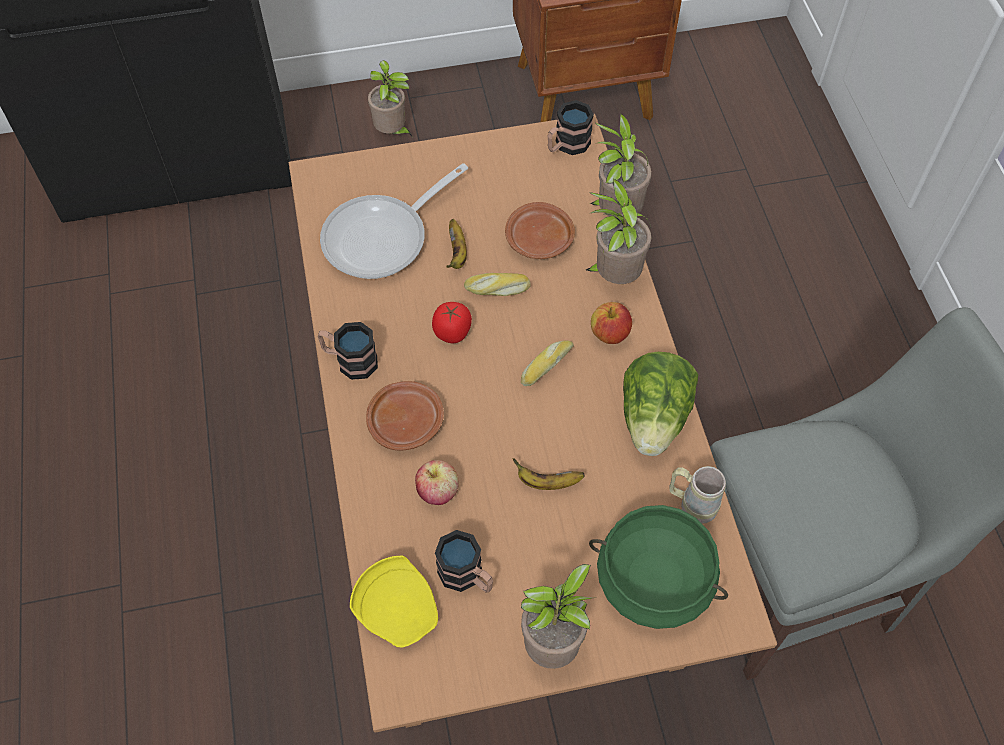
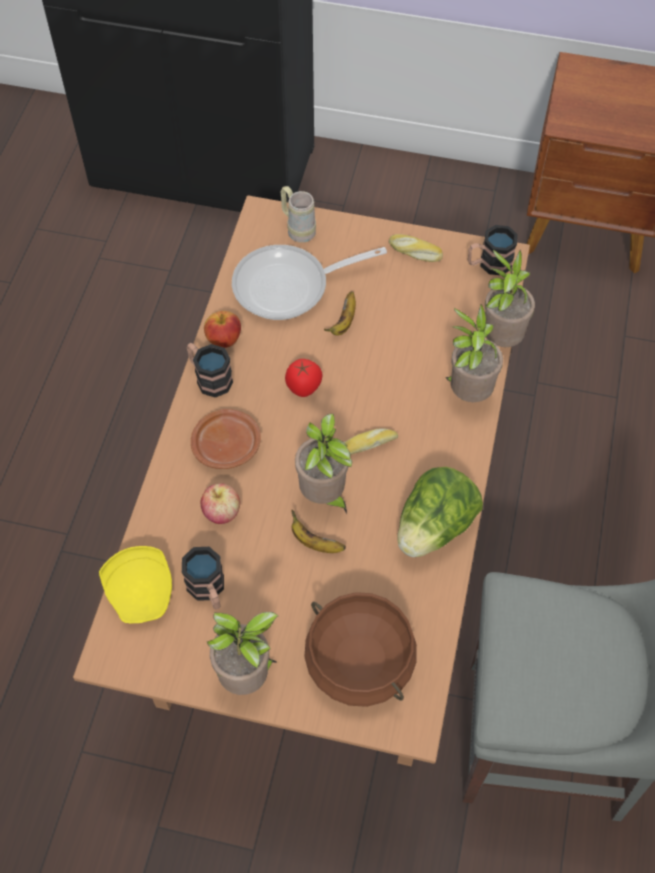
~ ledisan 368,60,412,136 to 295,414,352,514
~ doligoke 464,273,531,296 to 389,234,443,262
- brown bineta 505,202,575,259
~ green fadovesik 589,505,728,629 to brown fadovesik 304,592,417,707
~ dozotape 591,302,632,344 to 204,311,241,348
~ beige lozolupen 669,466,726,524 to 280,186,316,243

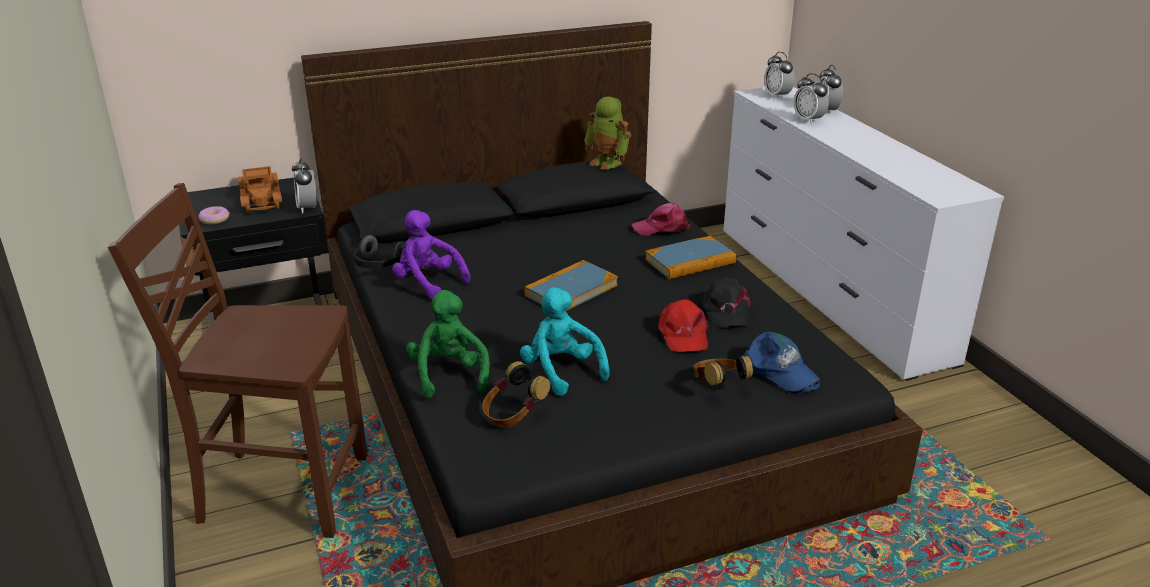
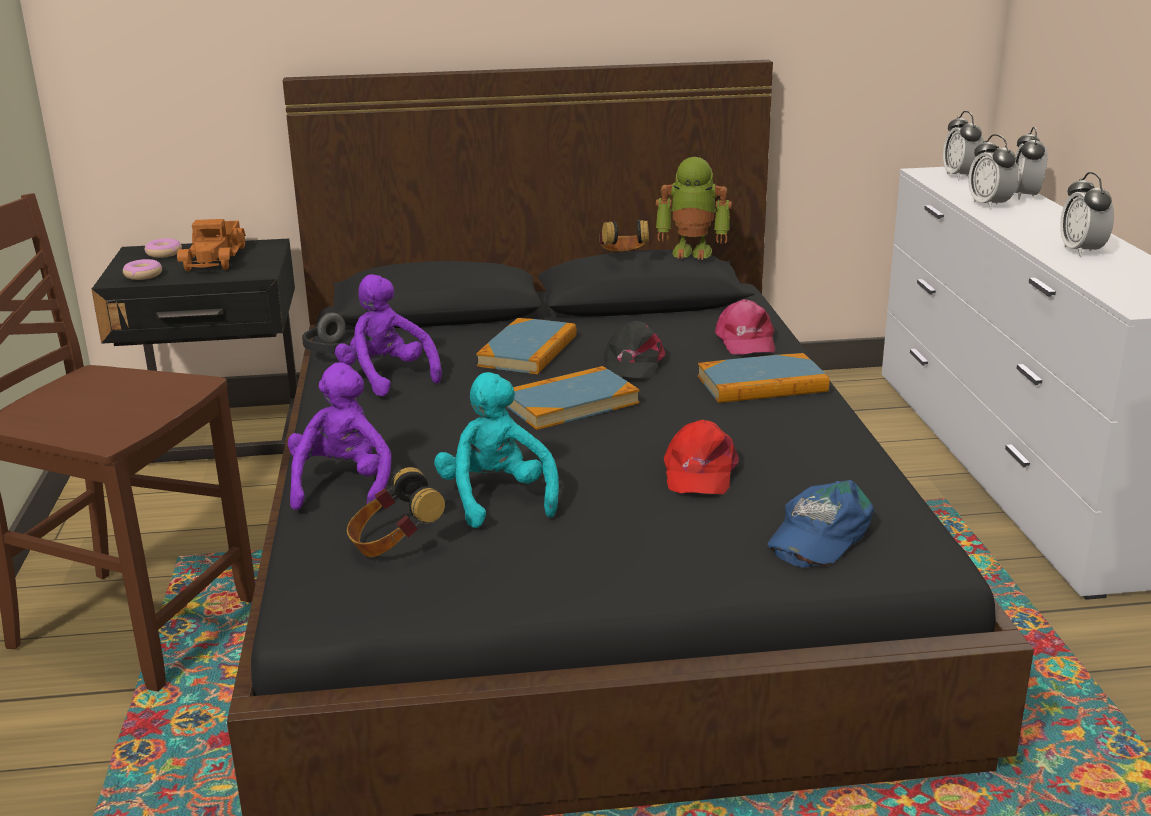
~ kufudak 292,157,317,214 to 1060,172,1114,257
~ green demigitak 406,290,490,398 to purple demigitak 288,362,392,510
~ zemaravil 584,97,631,170 = 656,157,732,260 45 degrees counterclockwise
~ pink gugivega 632,203,691,236 = 715,299,775,355 105 degrees counterclockwise
~ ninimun 693,355,753,386 to 599,220,649,252
~ black gugivega 702,277,751,327 to 604,321,666,379
~ blue gugivega 736,332,820,392 = 767,480,874,568 60 degrees clockwise
+ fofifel 145,238,182,258
+ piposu 476,318,577,374

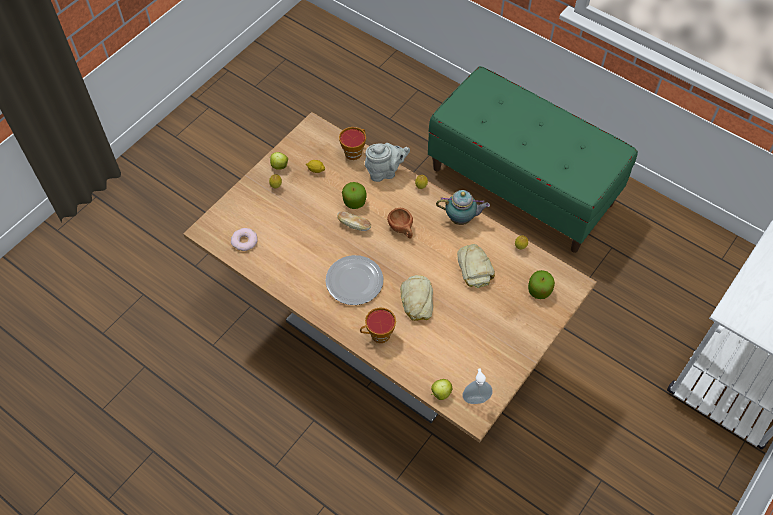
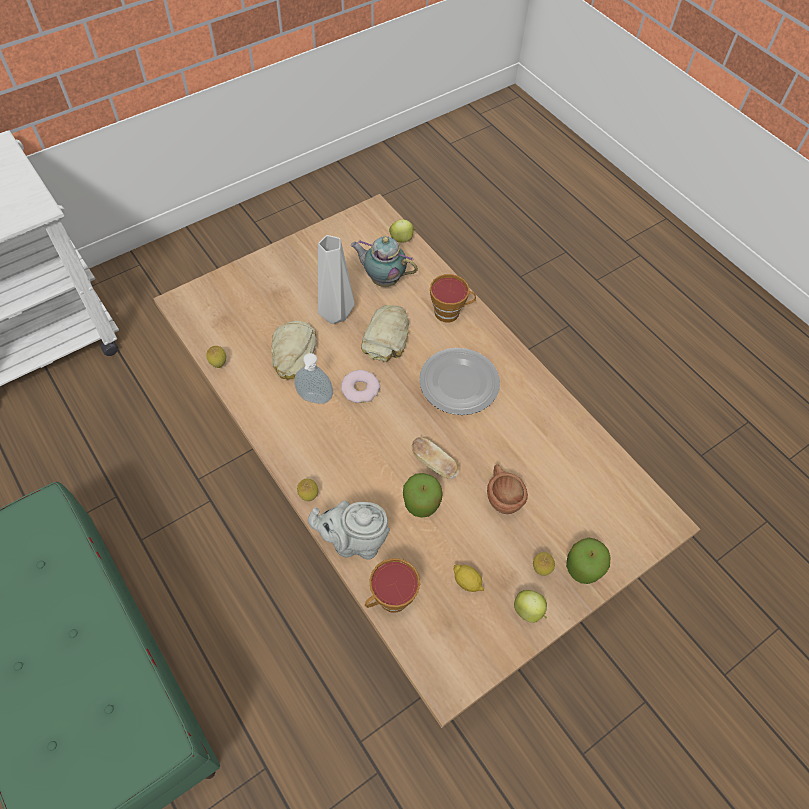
~ fofifel 231,228,258,251 to 341,370,380,403
~ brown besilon 387,208,413,238 to 487,464,528,514
~ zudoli 436,190,490,225 to 351,236,418,287
~ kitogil 462,368,492,404 to 294,353,333,404
~ dozotape 528,270,555,299 to 566,538,610,584
+ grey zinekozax 318,235,355,324

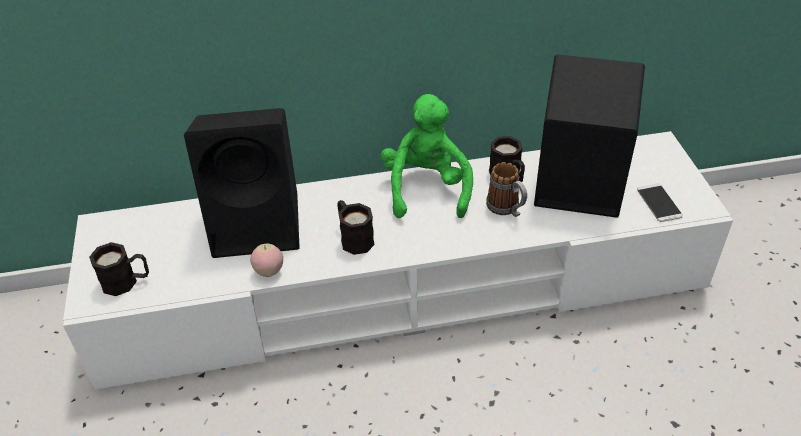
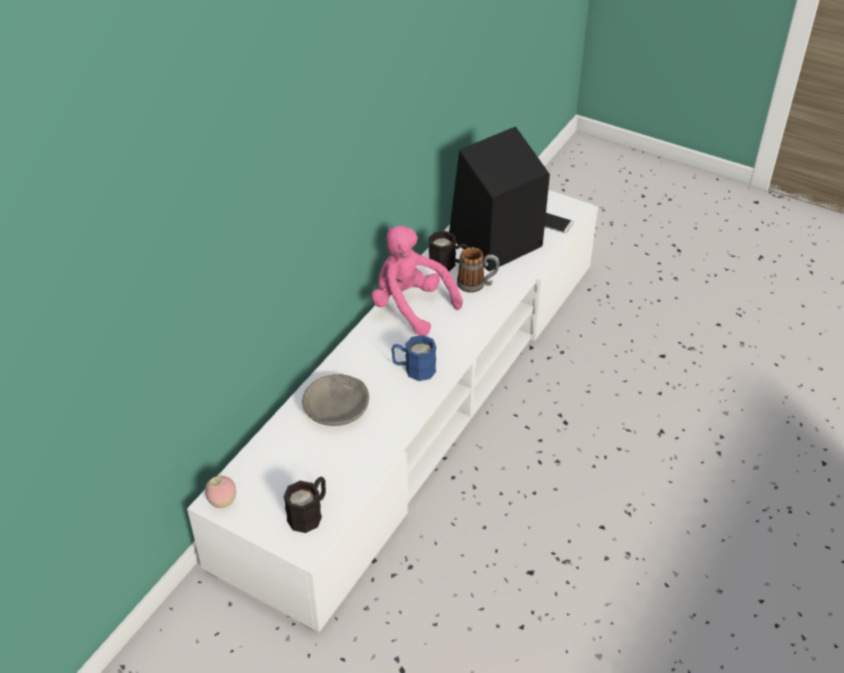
~ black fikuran 184,108,300,258 to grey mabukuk 302,374,369,426
~ dozotape 250,244,283,277 to 205,476,236,508
~ black lozolupen 337,200,375,255 to blue lozolupen 391,335,436,381
~ green demigitak 381,94,473,218 to pink demigitak 371,226,463,336

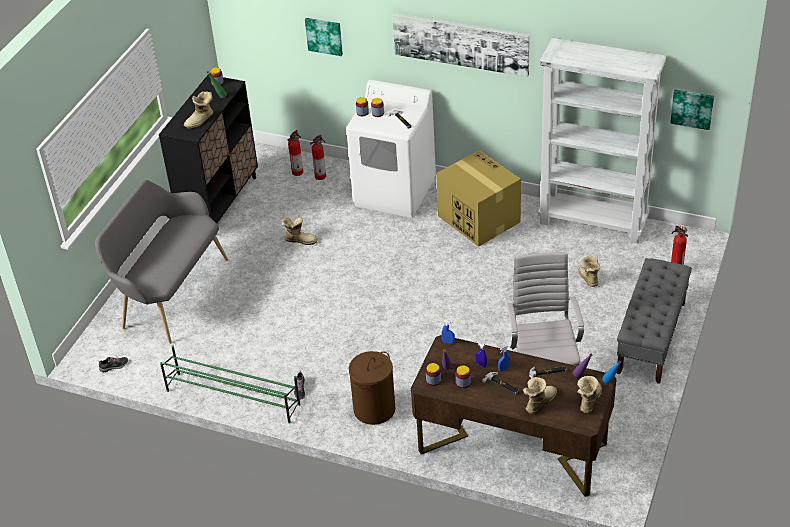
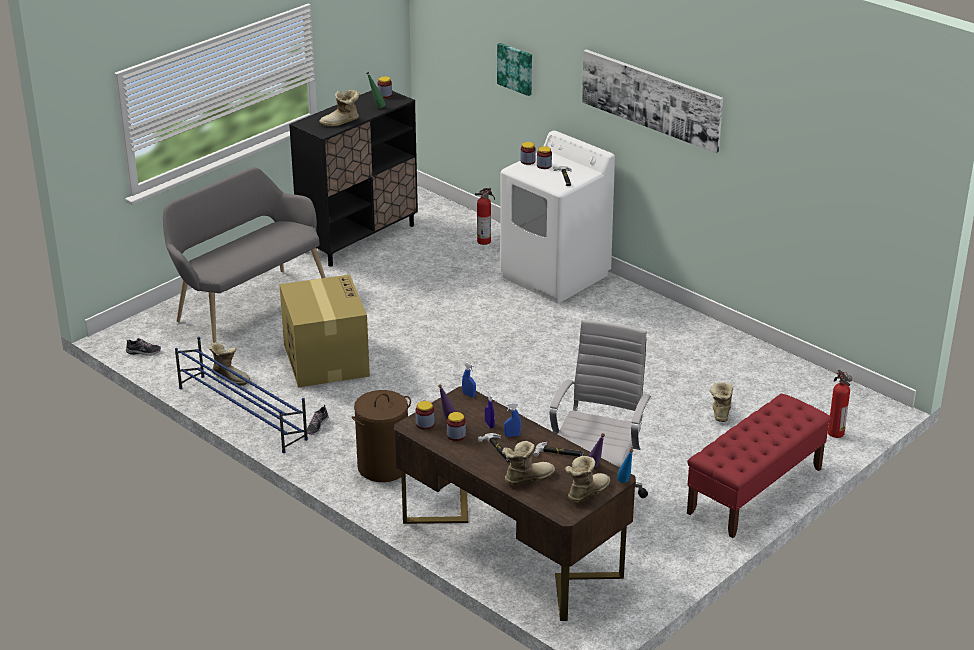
~ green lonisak 160,345,301,423 to blue lonisak 175,337,308,453
~ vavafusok 281,218,318,245 to 209,342,250,386
- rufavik 287,130,303,176
~ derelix 436,150,521,247 to 279,275,370,387
- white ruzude 538,38,666,243
~ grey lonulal 617,258,692,384 to red lonulal 687,394,831,538
- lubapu 670,89,714,130

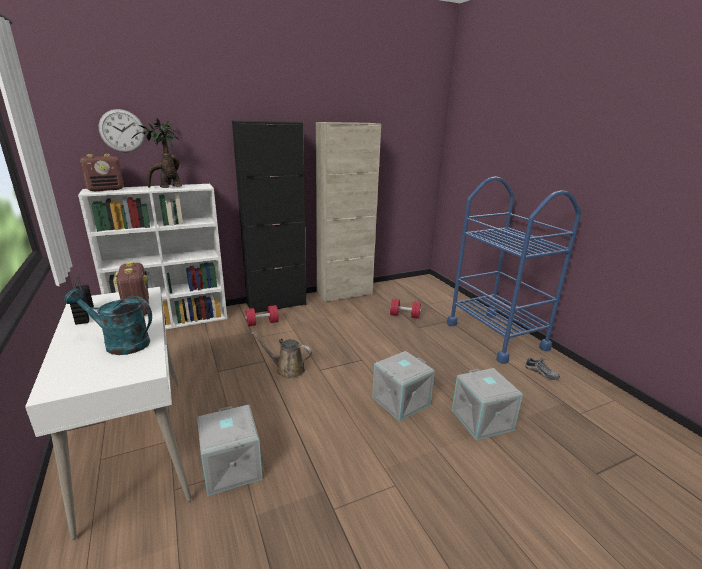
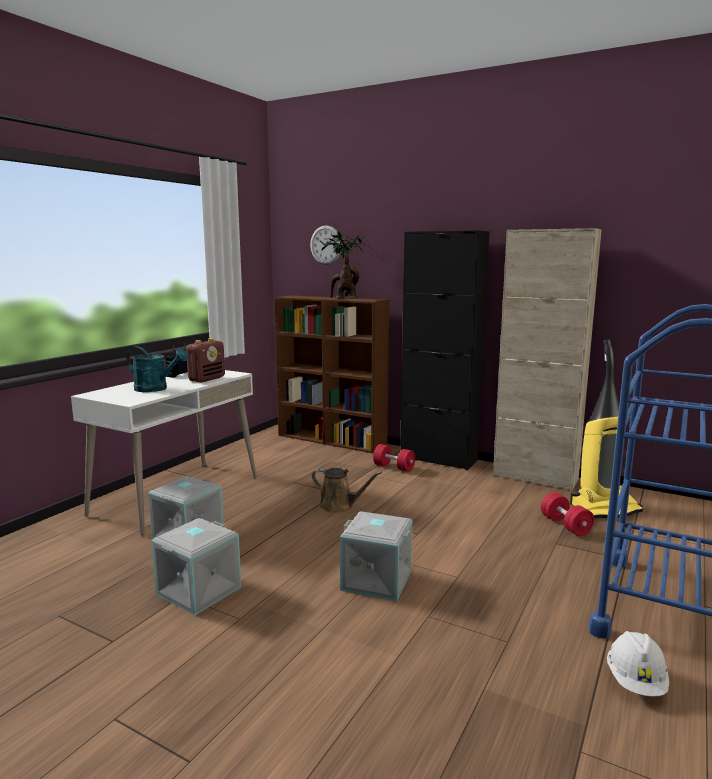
~ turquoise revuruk 64,288,152,355 = 126,346,188,392 135 degrees clockwise
~ white ruzude 78,184,227,329 to brown ruzude 274,295,389,454
- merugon 80,154,124,191
~ brown revuruk 251,332,312,378 = 312,468,382,513 135 degrees clockwise
~ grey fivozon 452,368,523,440 to 151,518,241,615
~ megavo 525,357,560,380 to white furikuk 607,631,669,697
+ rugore 570,340,643,518

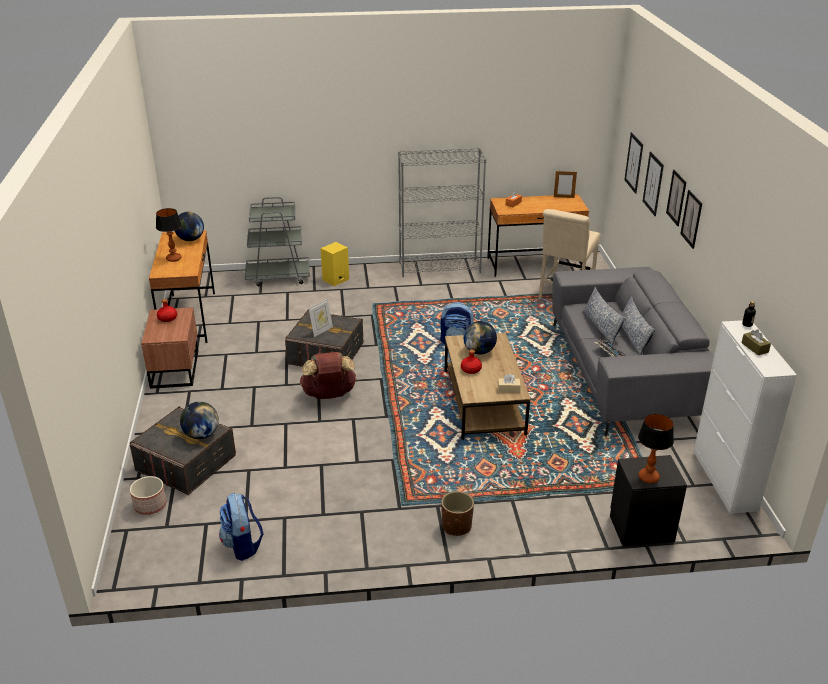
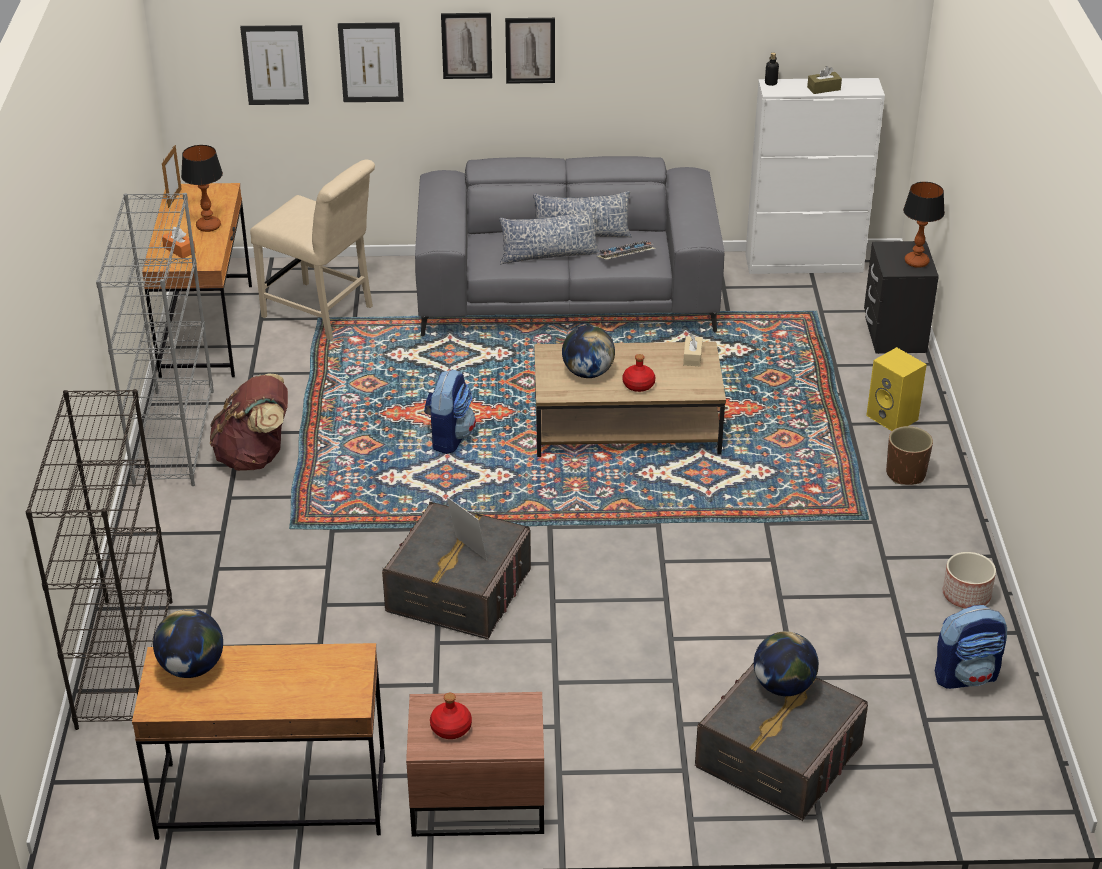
~ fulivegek 130,476,167,515 to 943,552,996,609
~ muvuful 156,208,182,262 to 181,145,223,232
~ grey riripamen 245,197,310,286 to black ruzude 25,389,173,730
~ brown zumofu 300,352,357,399 to 210,374,288,471
~ yellow fikuran 321,242,349,286 to 866,347,927,431

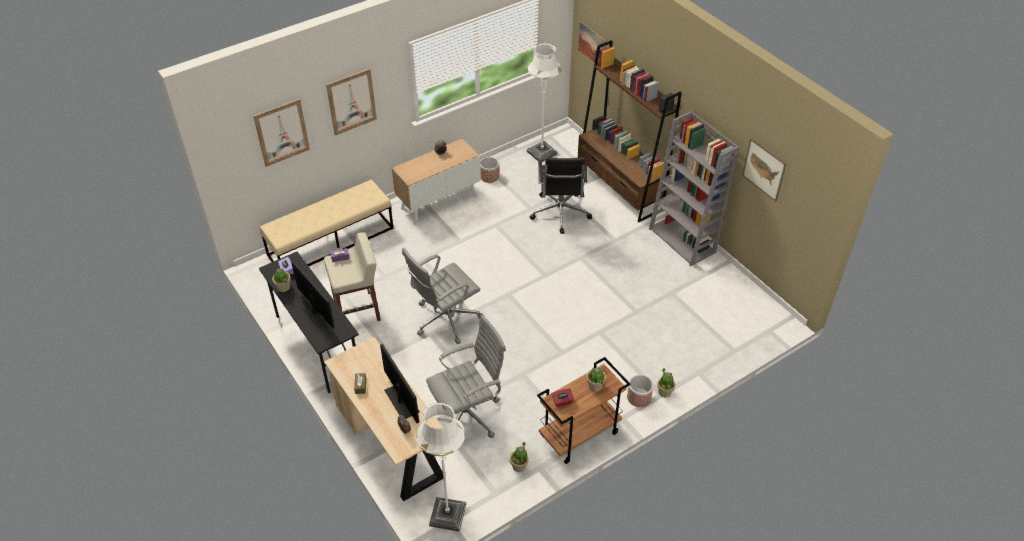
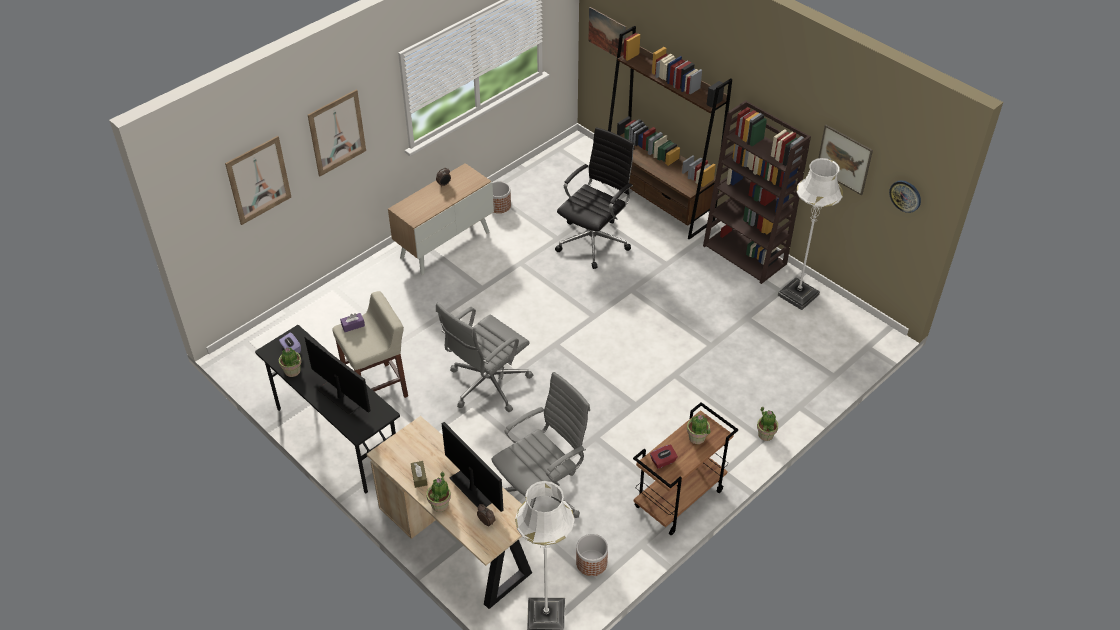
- beige lonulal 260,180,394,266
~ ledisan 510,442,529,472 to 427,472,451,512
~ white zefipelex 527,43,561,162 to 778,158,843,310
~ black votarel 530,157,592,234 = 555,127,634,269 135 degrees counterclockwise
~ fulivegek 627,375,654,407 to 576,534,608,576
~ grey ruzude 649,111,739,266 to brown ruzude 703,101,811,284
+ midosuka 889,180,921,213

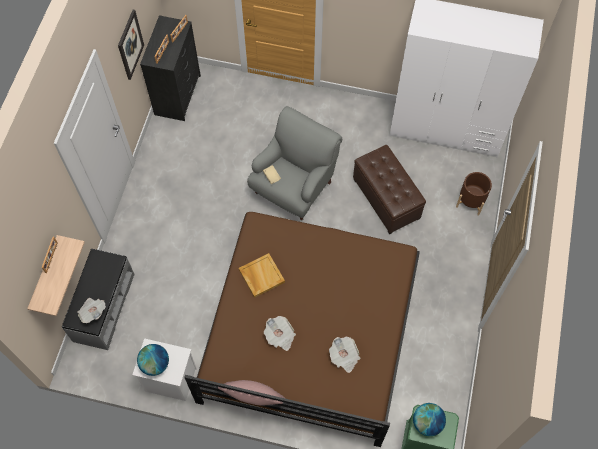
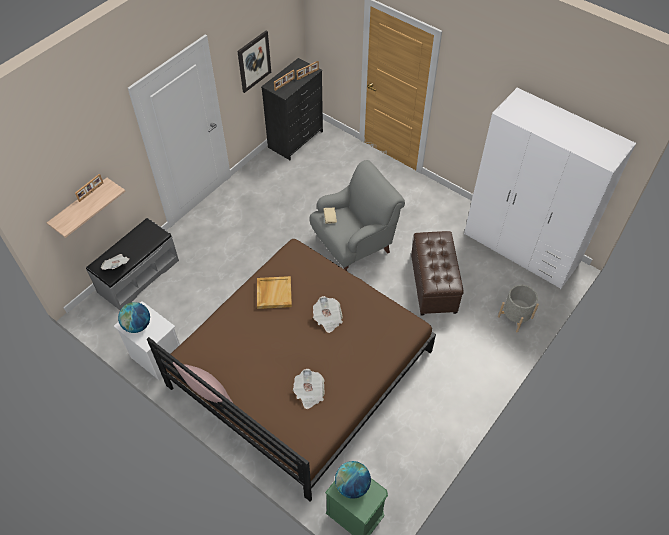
~ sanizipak 264,316,296,351 to 313,296,343,333
~ brown fulivegek 456,172,492,216 to grey fulivegek 498,285,539,333

